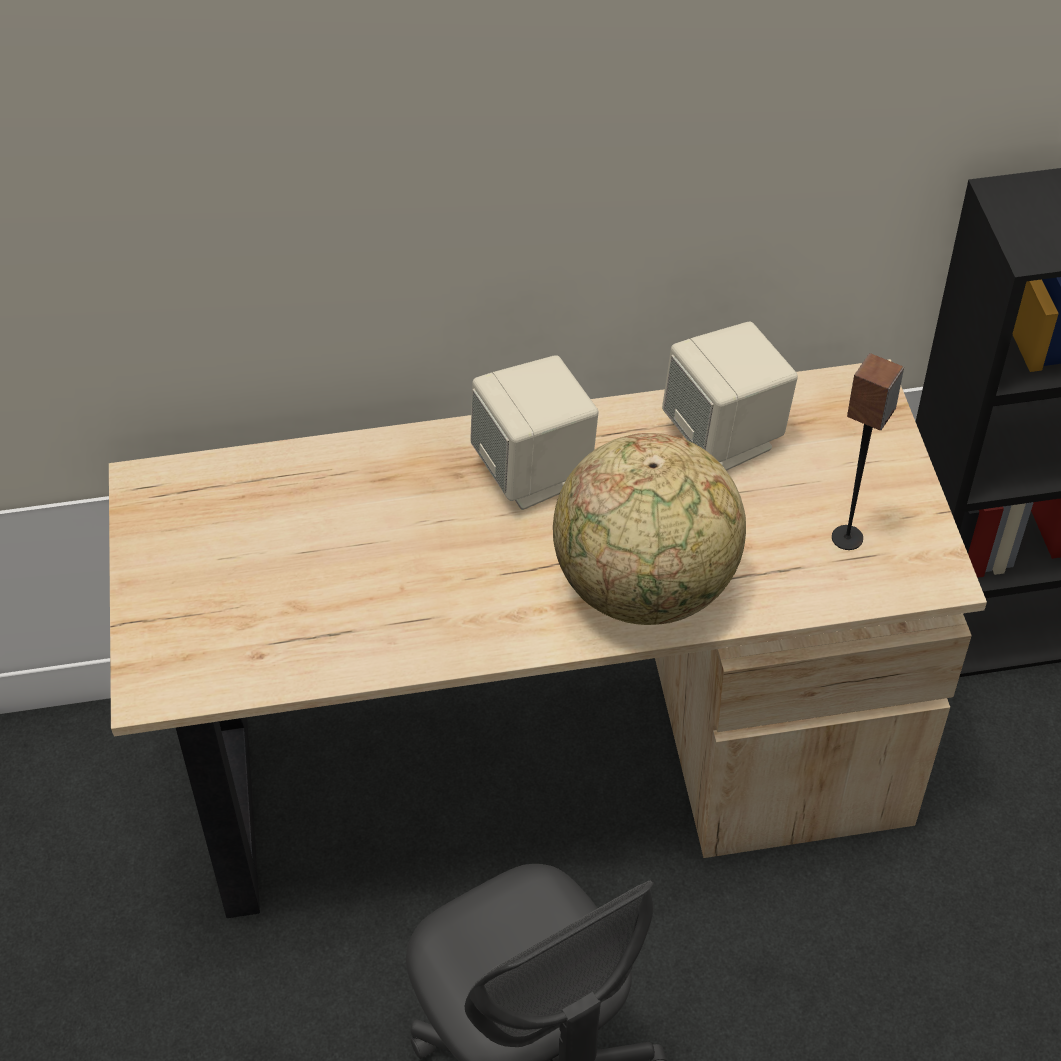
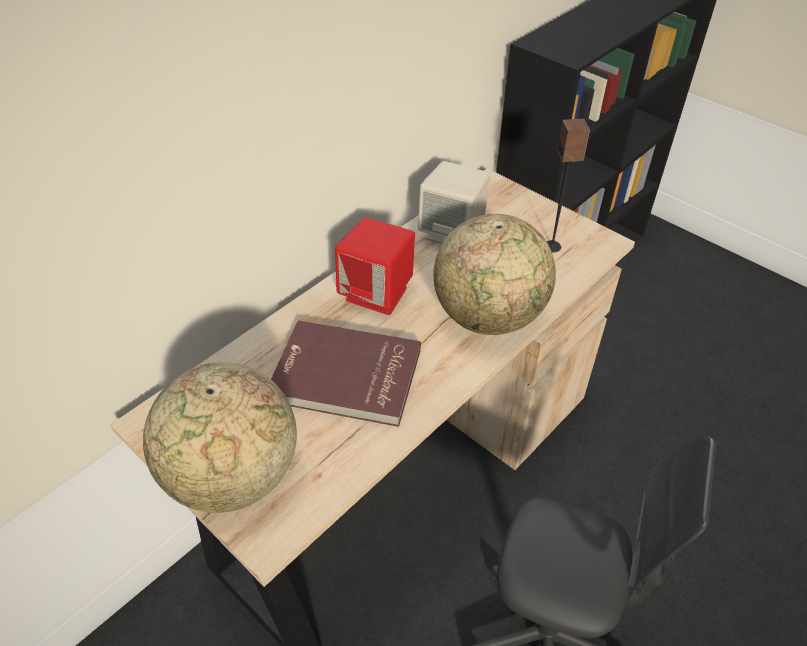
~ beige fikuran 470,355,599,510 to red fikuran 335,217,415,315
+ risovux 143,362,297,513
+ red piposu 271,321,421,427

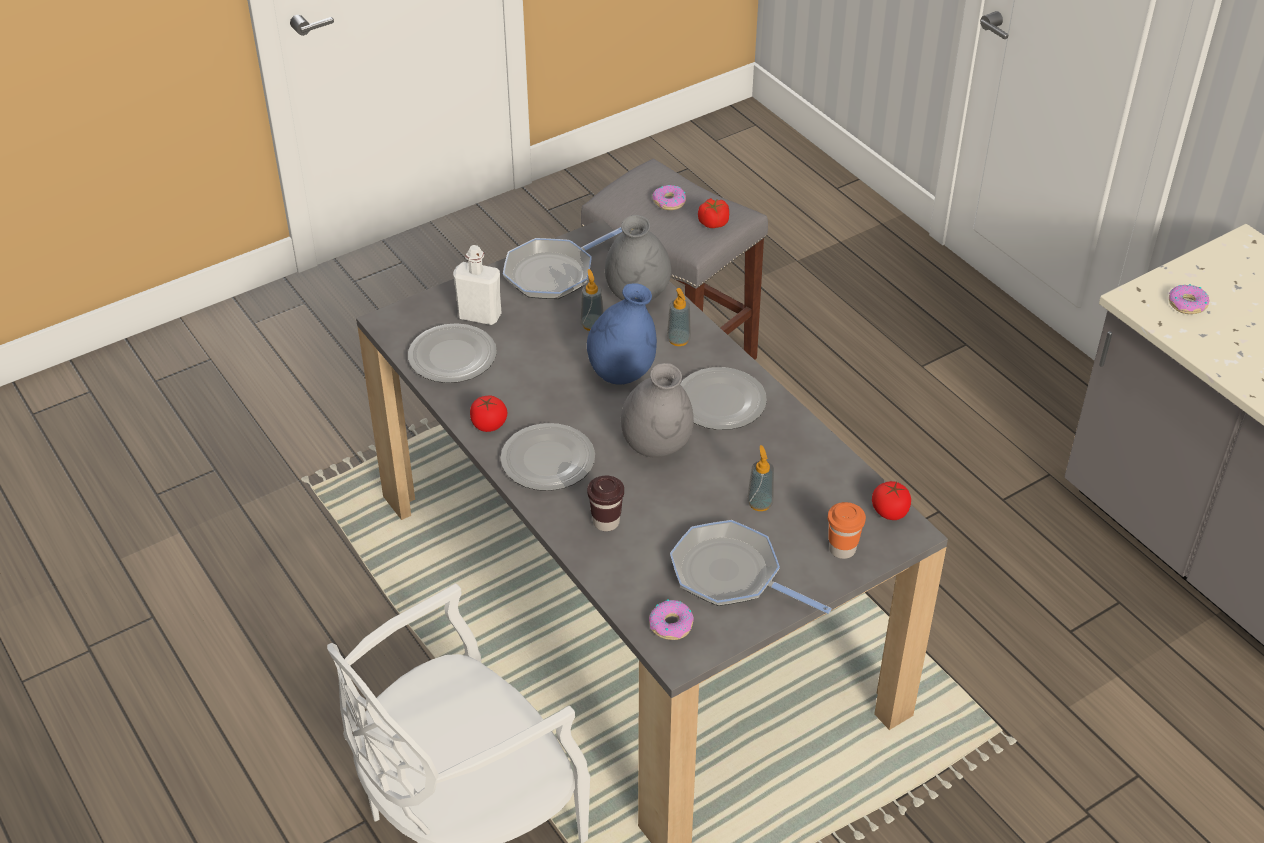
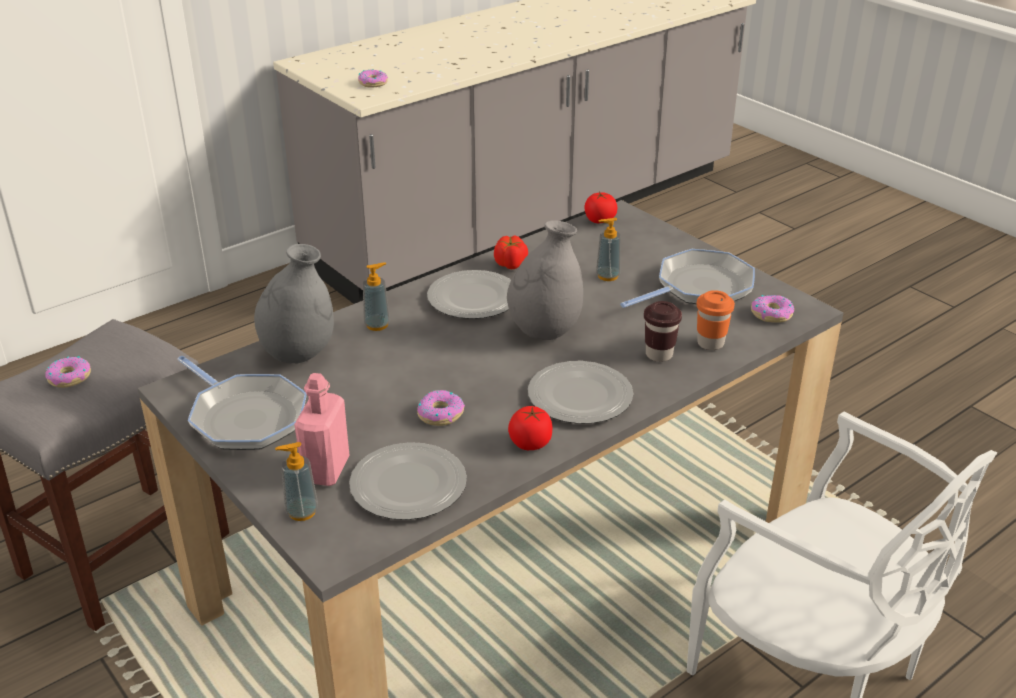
~ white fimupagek 453,245,502,325 to pink fimupagek 294,373,349,486
~ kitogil 581,269,604,331 to 275,442,318,521
- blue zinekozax 587,283,657,384
~ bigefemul 670,520,832,614 = 620,249,755,308 150 degrees counterclockwise
~ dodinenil 698,198,729,228 to 494,235,528,269
~ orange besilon 828,502,866,559 to 696,290,735,350
+ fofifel 417,390,465,426

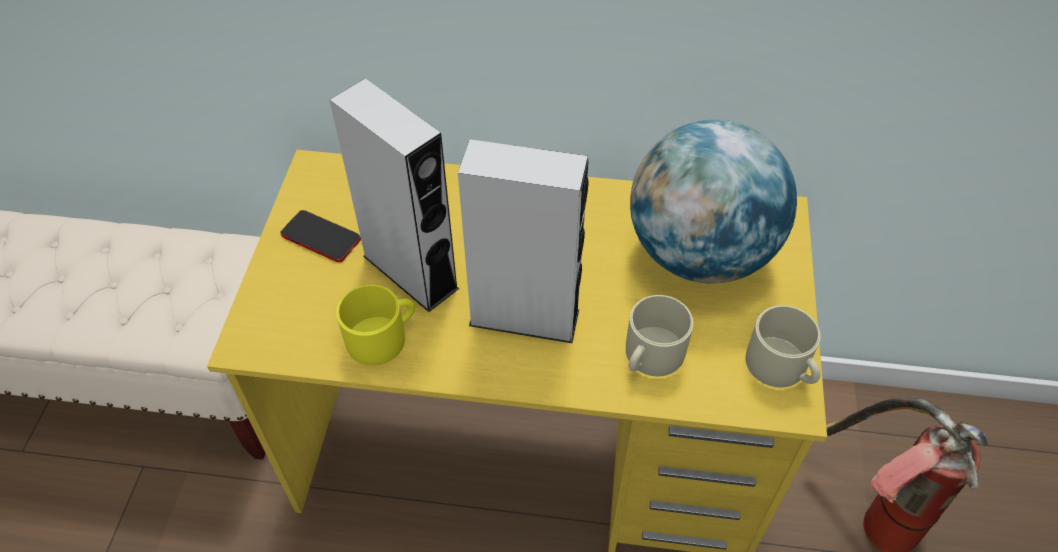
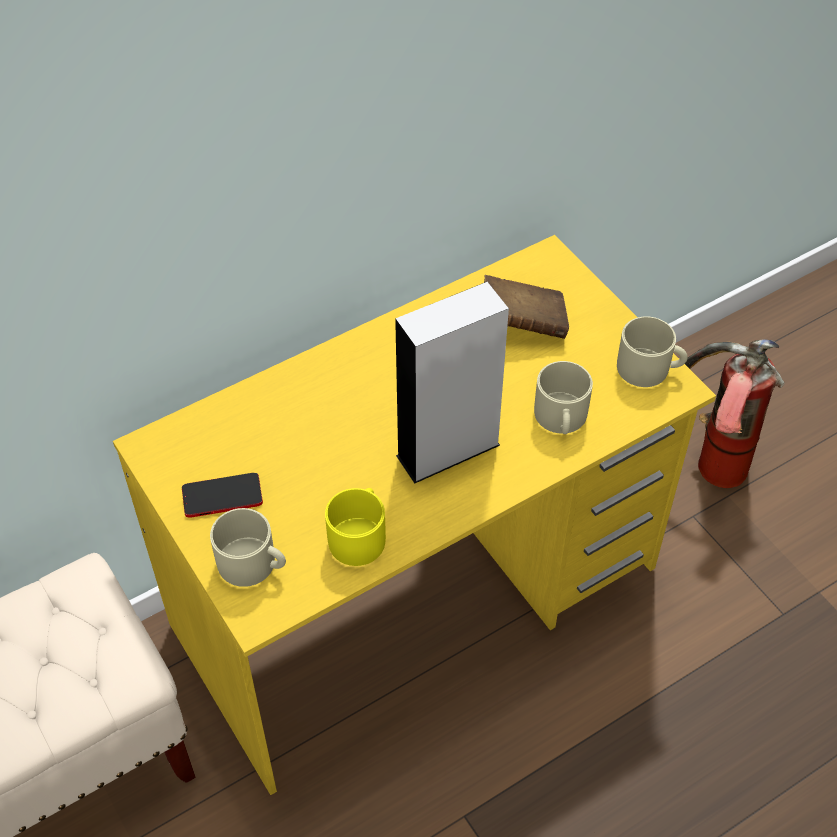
- grey fikuran 330,78,459,312
~ risovux 630,119,797,284 to brown piposu 484,275,569,339
+ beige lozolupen 210,508,286,587

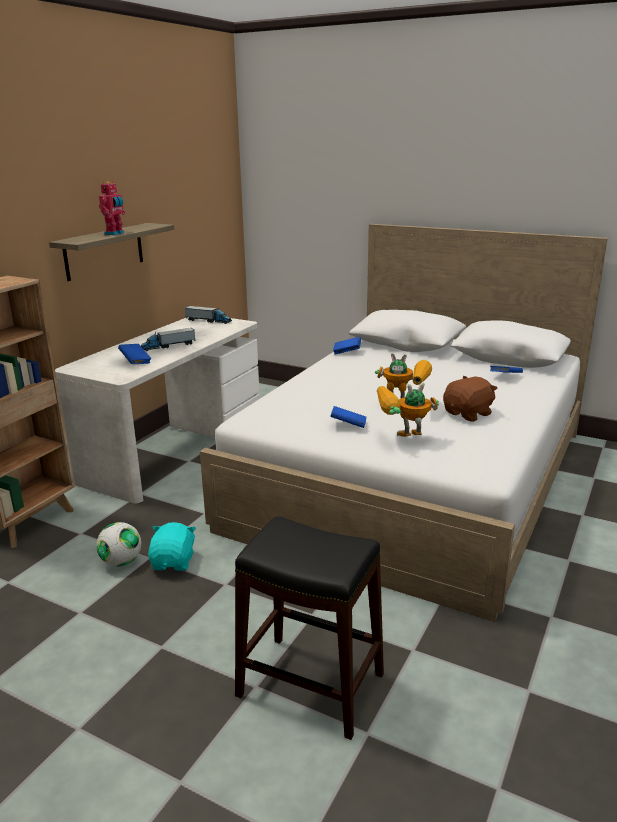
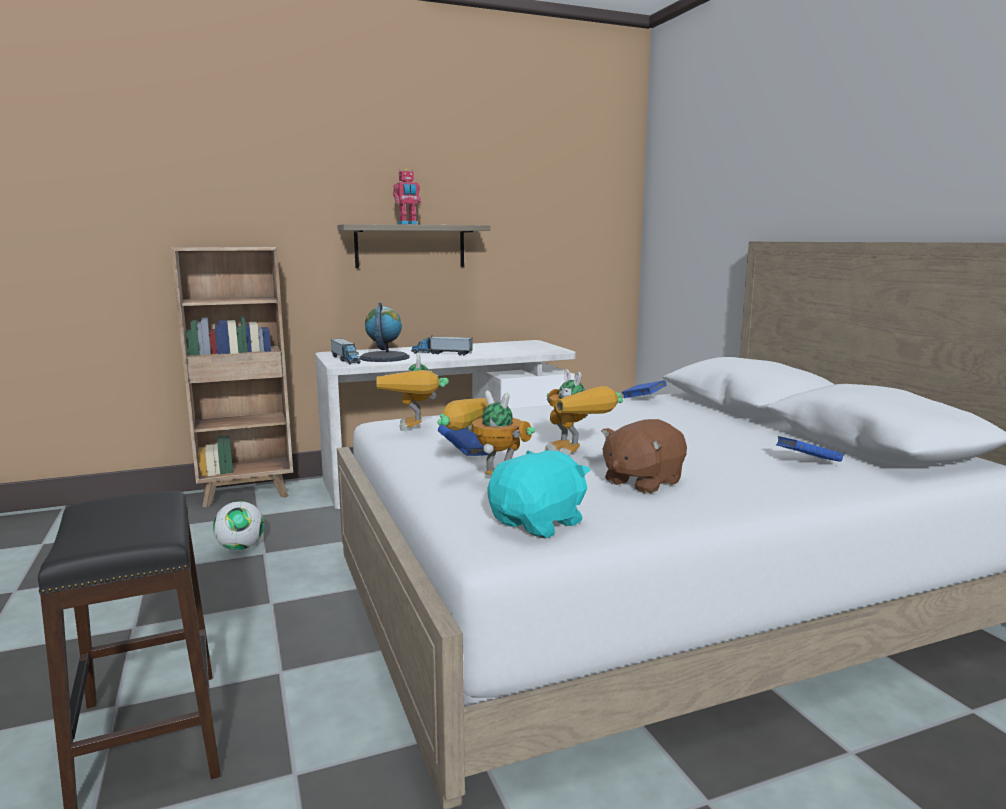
~ blue piposu 118,344,151,364 to risovux 359,303,410,362
~ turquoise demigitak 148,522,196,571 to 488,450,590,539
~ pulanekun 185,306,232,324 to 331,339,361,364
~ brown demigitak 443,376,498,422 = 601,419,687,494 135 degrees clockwise
+ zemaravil 376,354,449,431

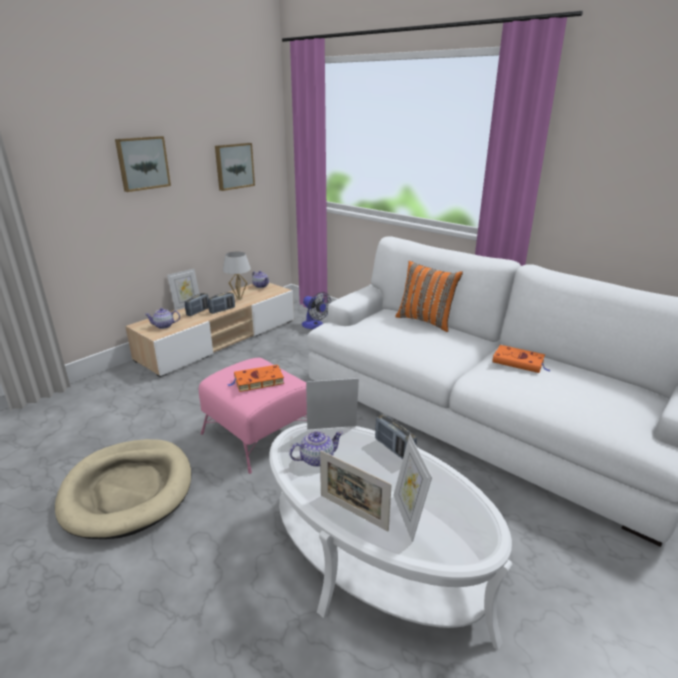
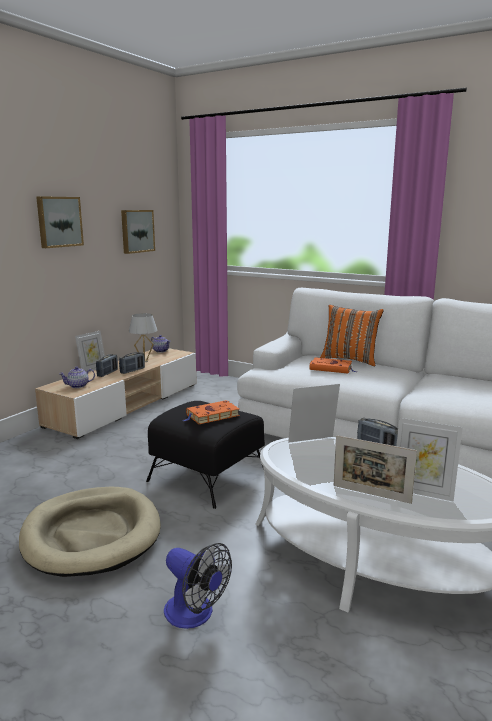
~ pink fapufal 199,358,307,474 to black fapufal 146,401,265,509
- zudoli 290,431,343,467
~ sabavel 302,292,331,329 to 164,543,232,629
~ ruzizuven 393,434,432,542 = 396,418,463,502 45 degrees counterclockwise
~ orange piposu 492,345,551,373 to 309,357,358,373

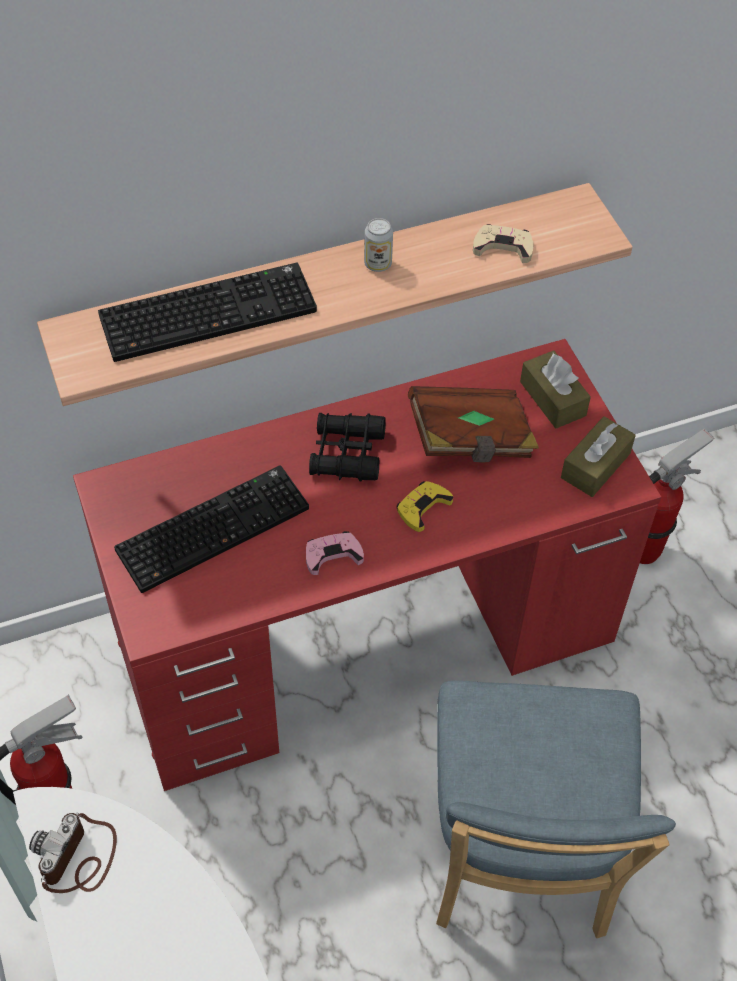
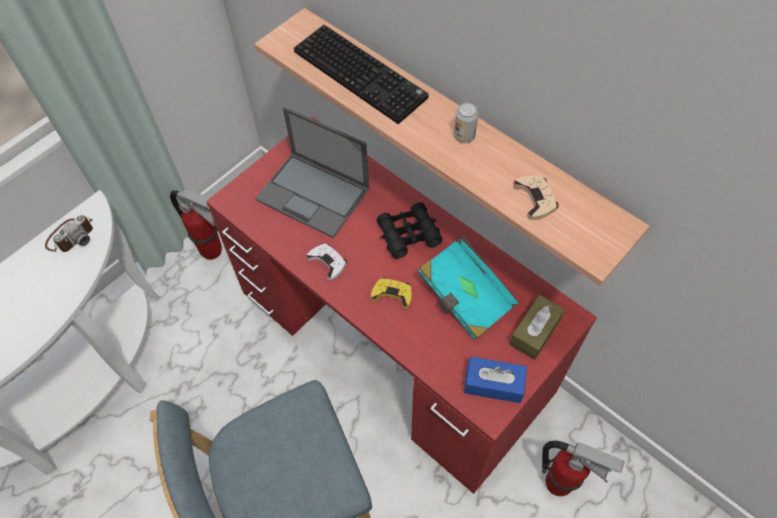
~ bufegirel 29,813,117,893 = 45,215,93,252 135 degrees clockwise
~ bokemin 114,465,309,593 to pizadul 256,107,369,238
~ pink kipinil 306,531,364,575 to white kipinil 307,244,347,280
~ brown piposu 408,386,539,463 to turquoise piposu 418,236,519,340
~ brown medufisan 561,416,636,497 to blue medufisan 464,357,527,403

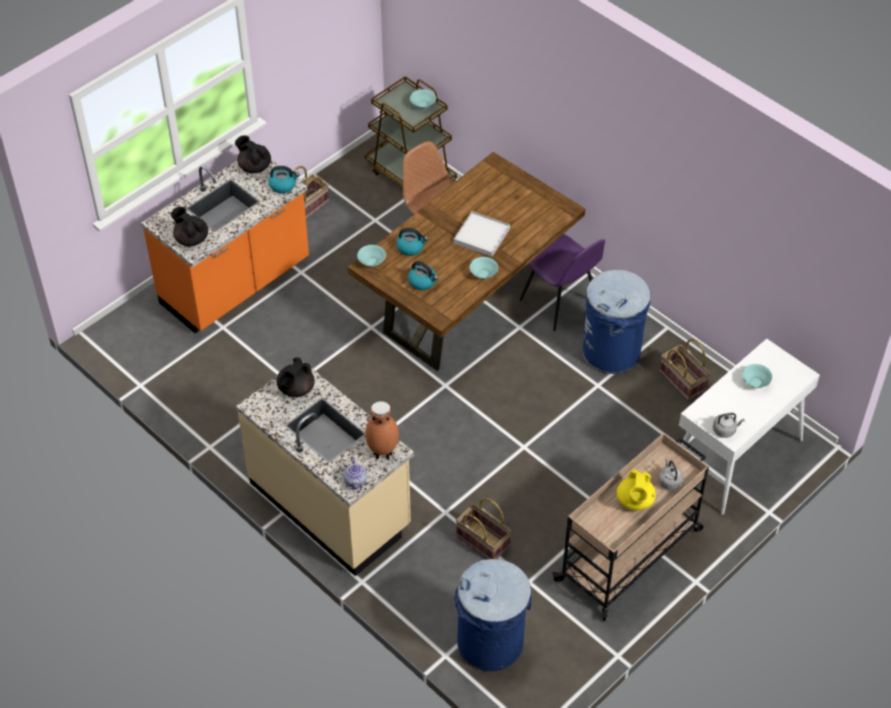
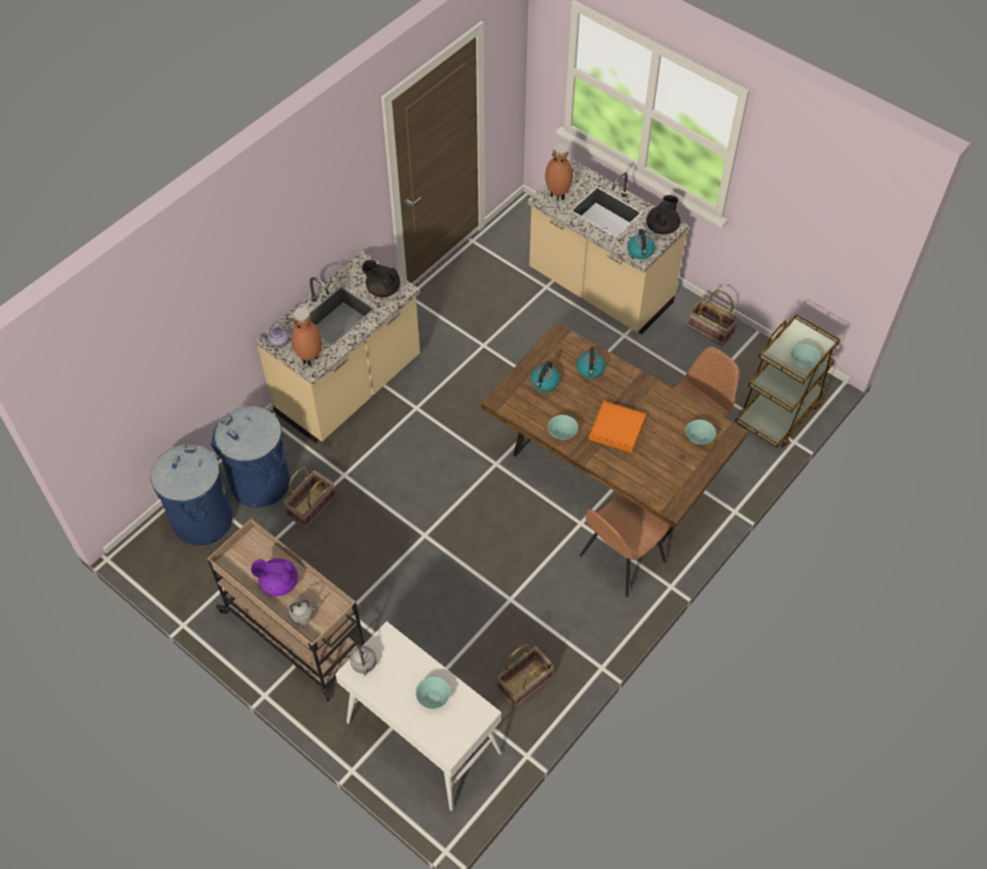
~ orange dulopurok 141,160,309,334 to beige dulopurok 528,160,689,334
~ black zudoli 171,207,208,247 to brown zinekozax 545,143,573,201
~ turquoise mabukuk 357,245,386,267 to 685,419,716,445
~ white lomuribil 454,211,510,257 to orange lomuribil 589,401,646,453
~ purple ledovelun 520,234,605,331 to brown ledovelun 580,495,670,597
~ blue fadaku 583,270,651,374 to 211,406,290,508
~ yellow zudoli 616,469,656,510 to purple zudoli 251,558,298,596

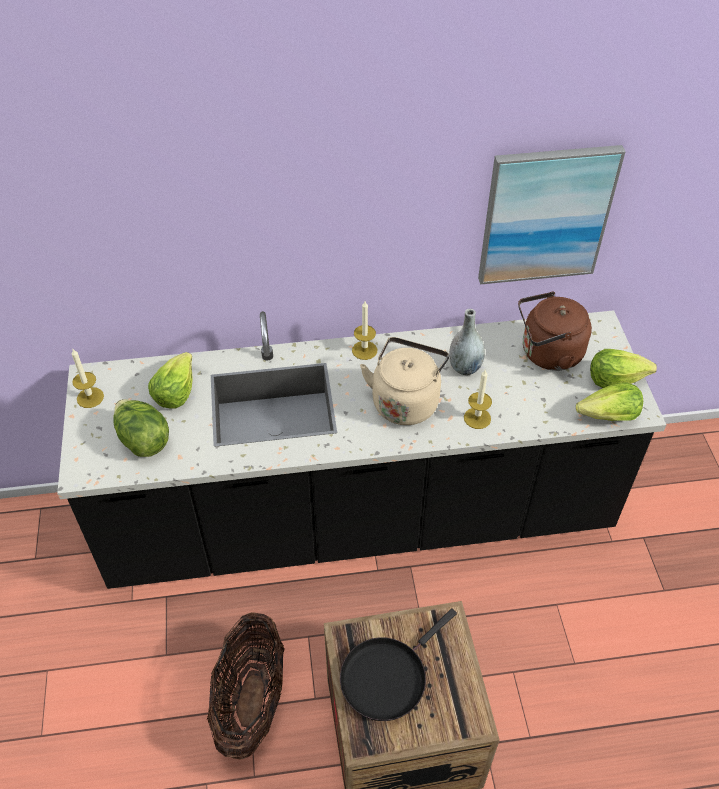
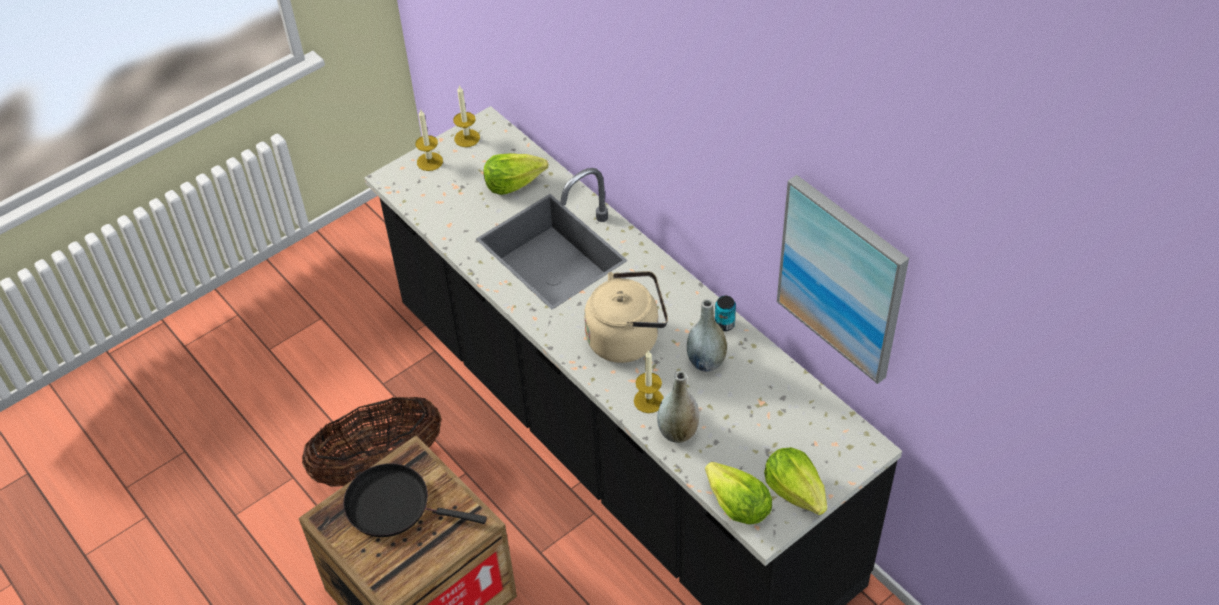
- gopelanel 113,399,169,457
~ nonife 352,301,377,360 to 415,110,443,171
- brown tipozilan 518,291,592,371
+ grey zinekozax 657,371,699,443
+ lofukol 715,296,736,331

